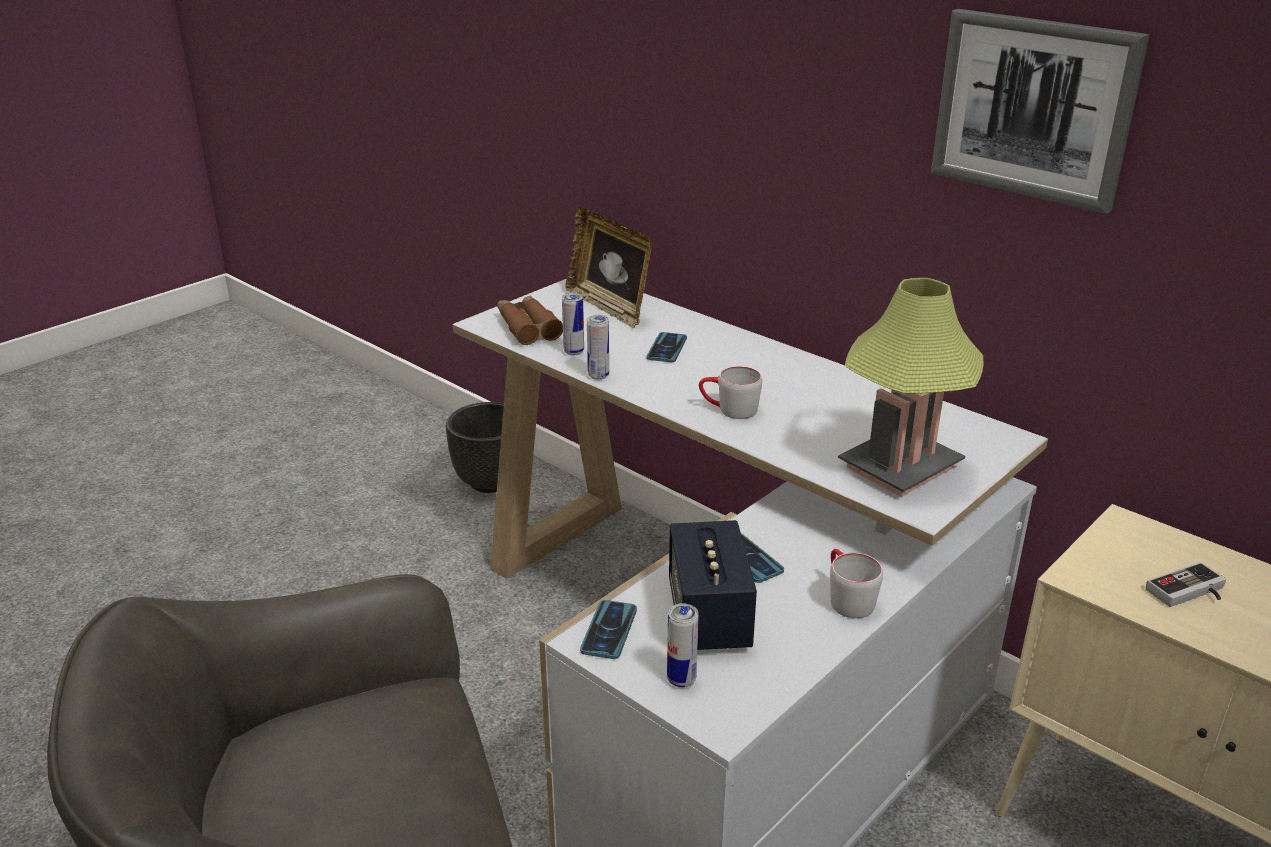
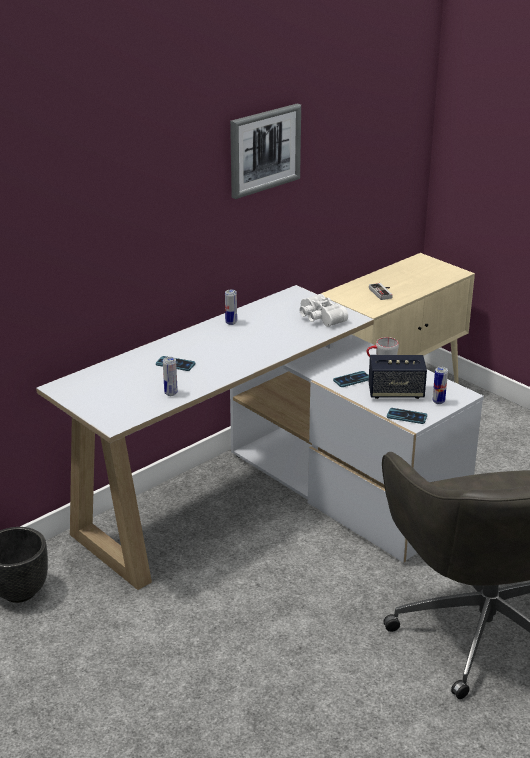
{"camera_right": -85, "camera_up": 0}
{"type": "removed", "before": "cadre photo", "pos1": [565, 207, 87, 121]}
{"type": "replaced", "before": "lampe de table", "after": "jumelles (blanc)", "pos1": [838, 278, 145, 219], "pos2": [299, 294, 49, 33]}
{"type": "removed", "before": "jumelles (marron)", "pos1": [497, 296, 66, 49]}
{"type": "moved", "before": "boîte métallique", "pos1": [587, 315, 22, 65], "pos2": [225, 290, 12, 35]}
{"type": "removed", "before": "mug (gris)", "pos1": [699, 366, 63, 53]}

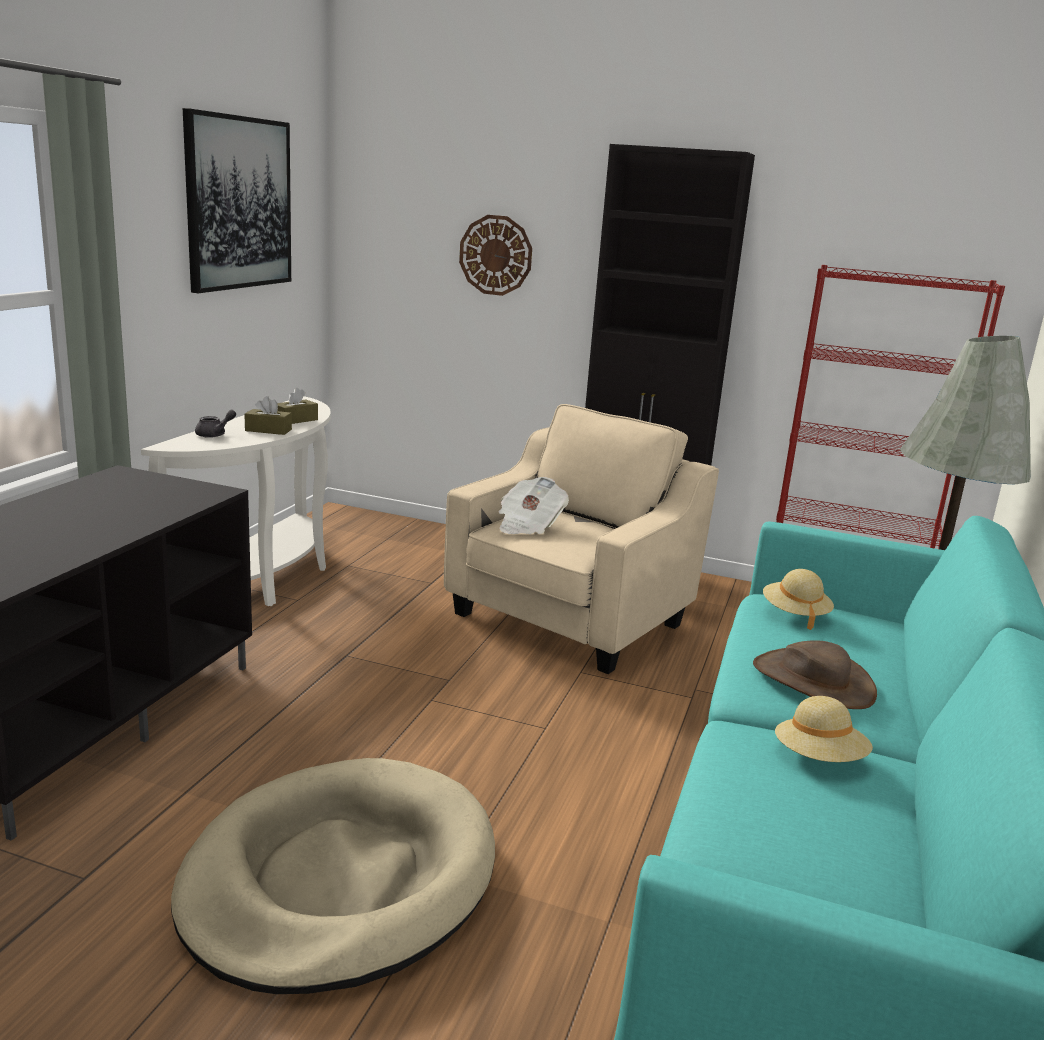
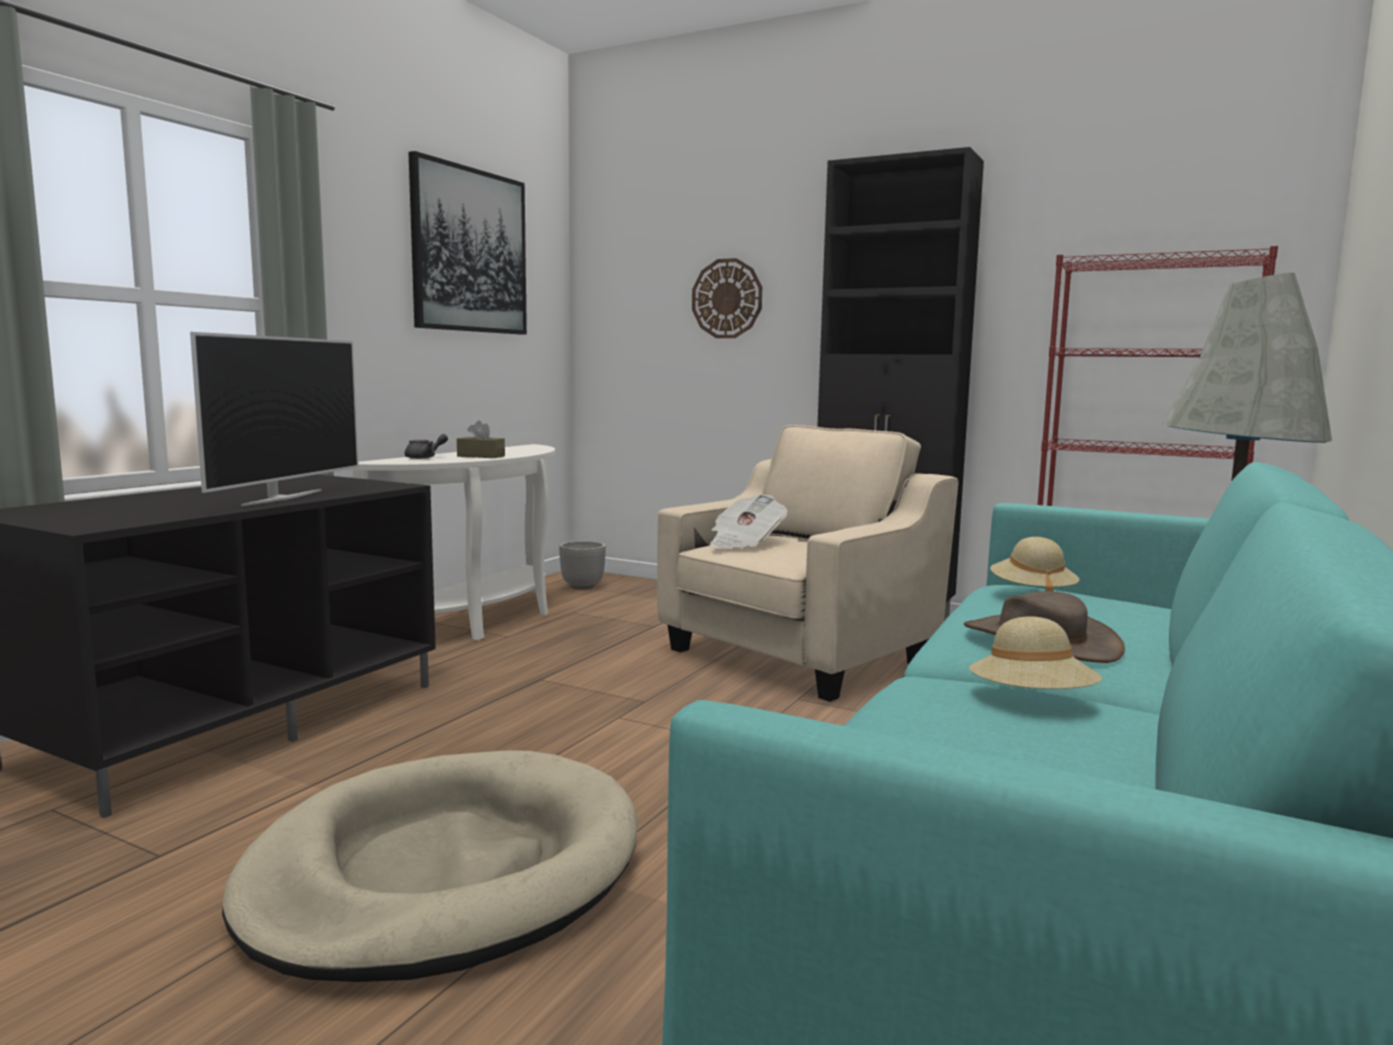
{"camera_right": 10, "camera_up": -10}
{"type": "removed", "before": "boîte à mouchoirs (marron)", "pos1": [277, 388, 41, 36]}
{"type": "added", "after": "téléviseur", "pos2": [190, 332, 169, 174]}
{"type": "added", "after": "cache-pot", "pos2": [559, 541, 47, 49]}

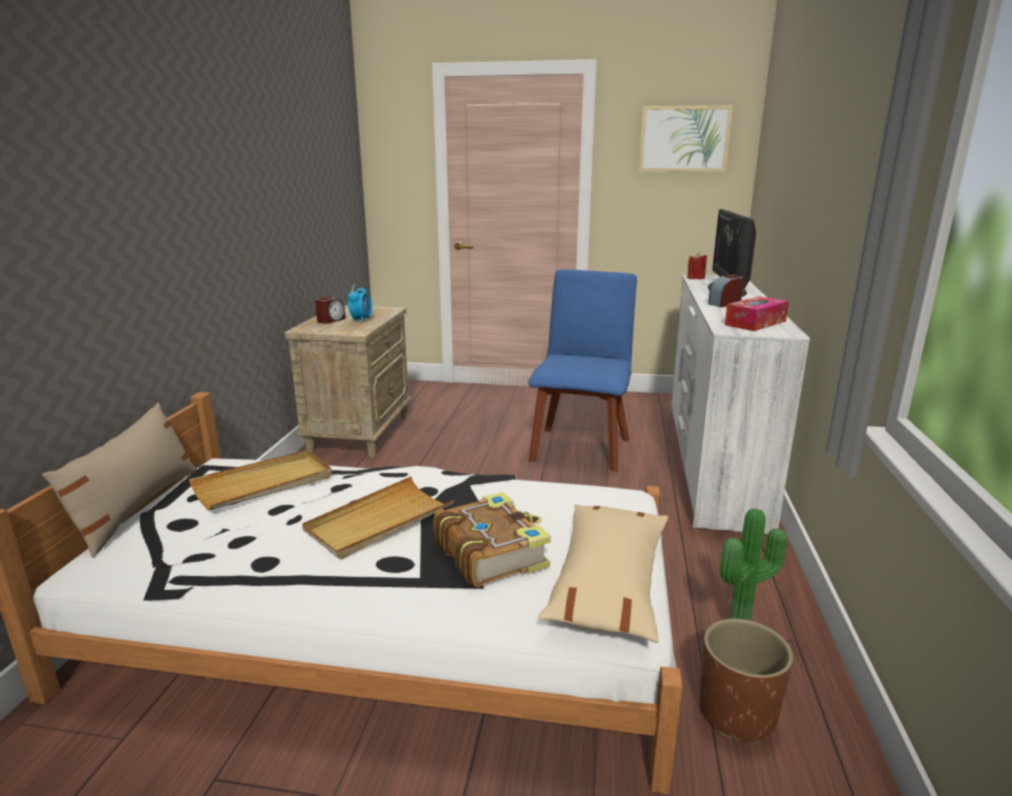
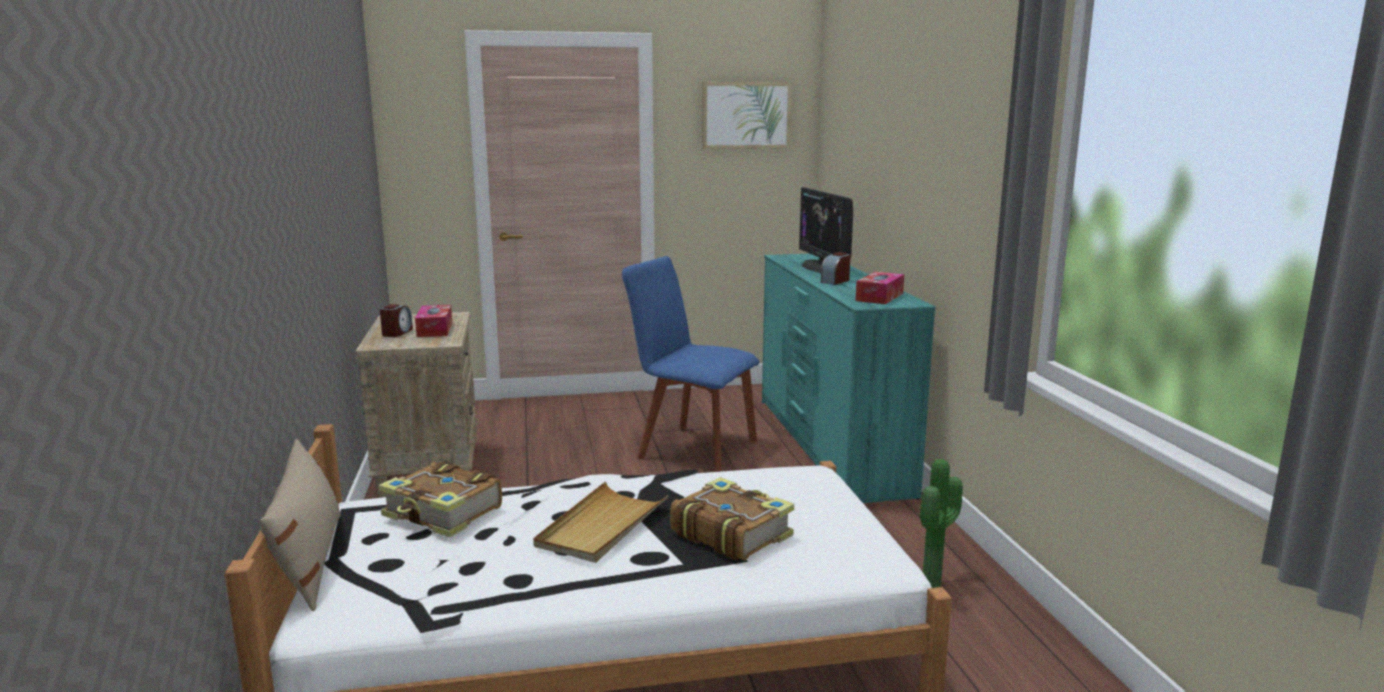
{"camera_right": -20, "camera_up": -5}
{"type": "removed", "before": "bougie (rouge)", "pos1": [687, 252, 20, 27]}
{"type": "turned", "before": "chaise (bleu)", "pos1": [528, 269, 109, 203], "pos2": [622, 256, 138, 216], "turn": -60}
{"type": "recoloured", "before": "commode (blanc)", "after": "commode (turquoise)", "pos1": [670, 275, 140, 259], "pos2": [762, 254, 174, 249]}
{"type": "replaced", "before": "réveil", "after": "boîte à mouchoirs", "pos1": [348, 284, 25, 39], "pos2": [415, 305, 37, 32]}
{"type": "replaced", "before": "plateau (beige)", "after": "livre", "pos1": [189, 450, 143, 60], "pos2": [378, 461, 124, 76]}
{"type": "removed", "before": "coussin (beige)", "pos1": [538, 504, 130, 139]}
{"type": "removed", "before": "cache-pot (marron)", "pos1": [700, 619, 93, 121]}

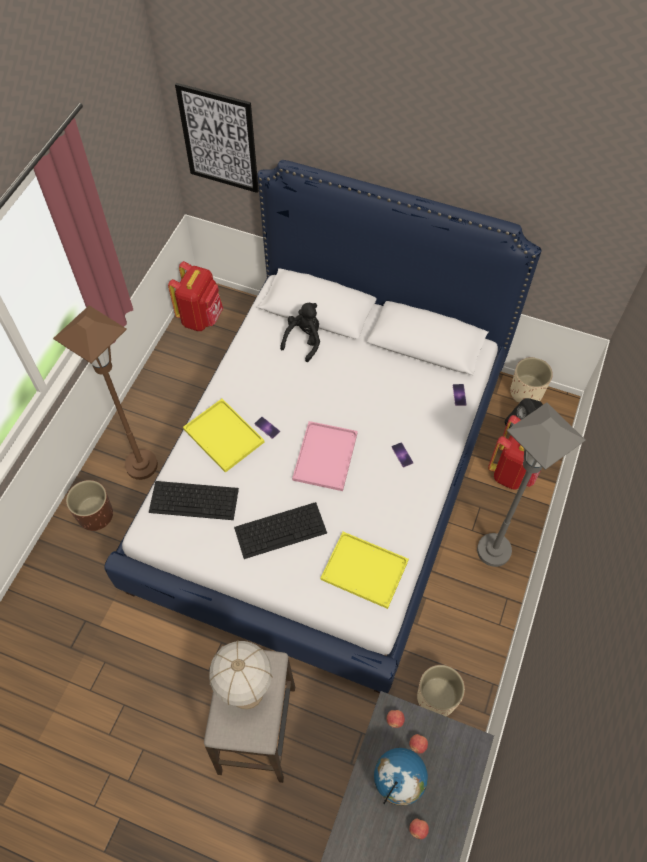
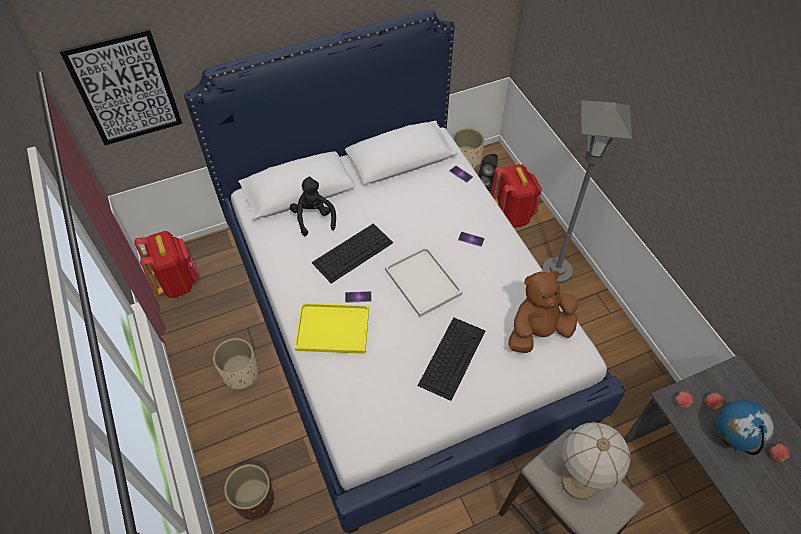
{"camera_right": -45, "camera_up": -5}
{"type": "removed", "before": "lampadaire (marron)", "pos1": [53, 305, 105, 175]}
{"type": "recoloured", "before": "plateau (rose)", "after": "plateau (blanc)", "pos1": [292, 421, 66, 70], "pos2": [385, 247, 78, 70]}
{"type": "moved", "before": "clavier", "pos1": [149, 481, 90, 39], "pos2": [312, 223, 81, 60]}
{"type": "replaced", "before": "plateau (jaune)", "after": "peluche (marron)", "pos1": [320, 532, 89, 77], "pos2": [508, 270, 71, 83]}
{"type": "moved", "before": "cache-pot (beige)", "pos1": [417, 665, 48, 51], "pos2": [213, 338, 45, 52]}

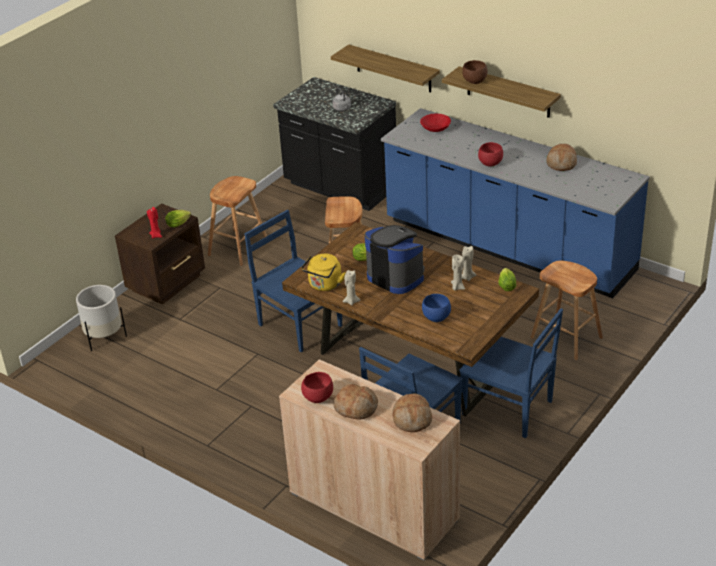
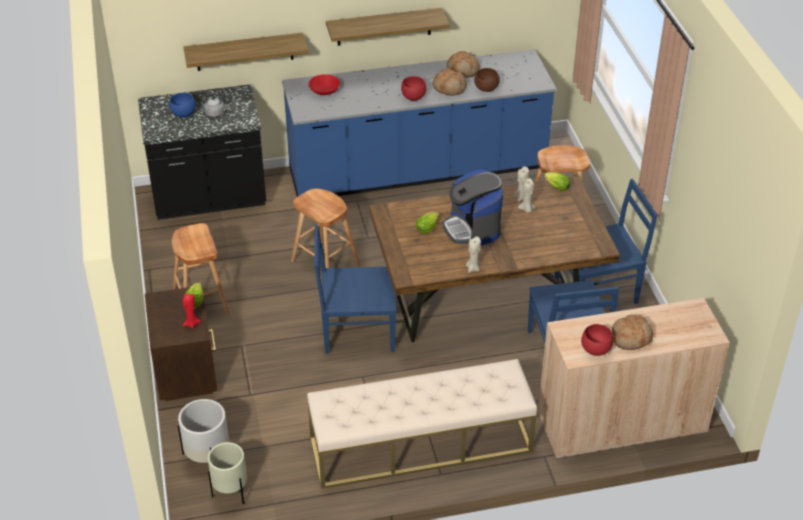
{"camera_right": -50, "camera_up": 5}
{"type": "moved", "before": "bol (marron)", "pos1": [462, 60, 25, 24], "pos2": [475, 68, 25, 24]}
{"type": "turned", "before": "machine à café", "pos1": [365, 225, 60, 69], "pos2": [442, 169, 61, 76], "turn": -105}
{"type": "removed", "before": "bouilloire (jaune)", "pos1": [301, 254, 44, 37]}
{"type": "moved", "before": "bol (bleu)", "pos1": [422, 294, 29, 28], "pos2": [169, 93, 27, 25]}
{"type": "moved", "before": "pain", "pos1": [392, 394, 40, 38], "pos2": [432, 68, 35, 28]}
{"type": "added", "after": "banc (beige)", "pos2": [307, 359, 230, 130]}
{"type": "added", "after": "cache-pot (beige)", "pos2": [208, 442, 39, 63]}

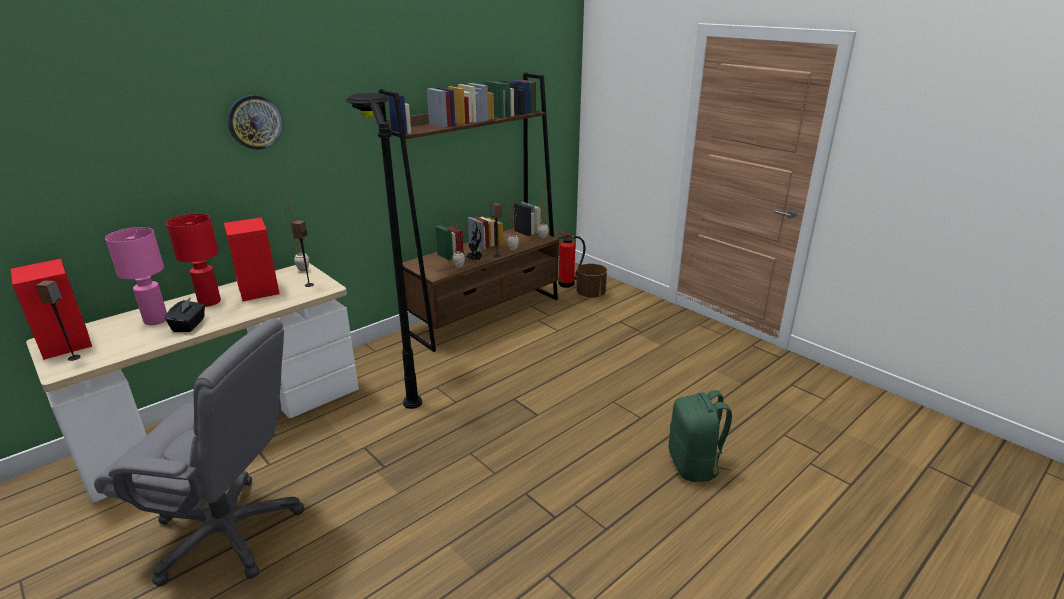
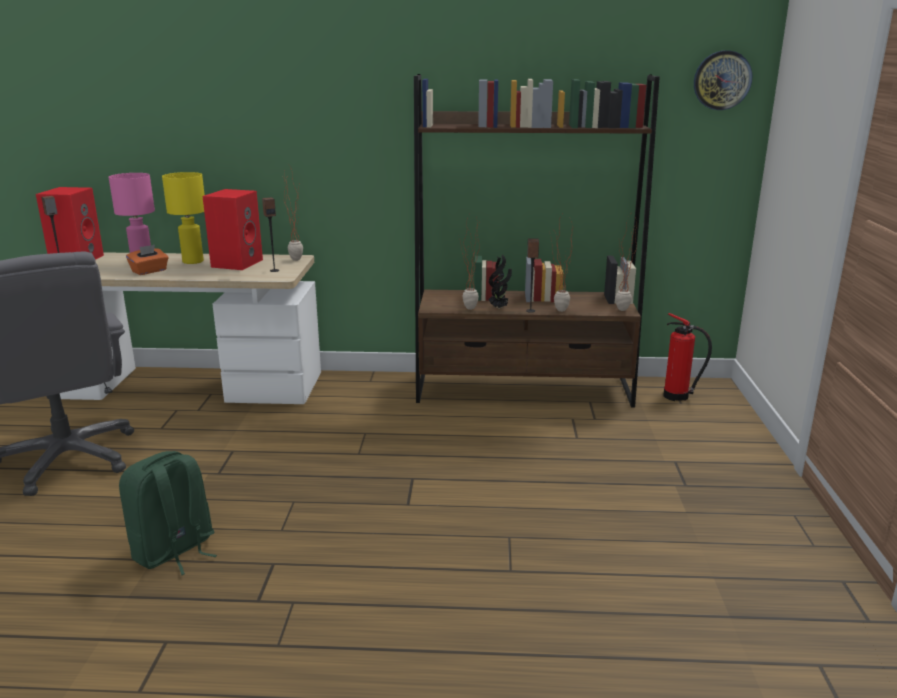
{"camera_right": 45, "camera_up": -5}
{"type": "removed", "before": "lampadaire (noir)", "pos1": [346, 93, 76, 316]}
{"type": "moved", "before": "horloge murale", "pos1": [227, 95, 56, 55], "pos2": [694, 51, 58, 59]}
{"type": "recoloured", "before": "lampe de table (rouge)", "after": "lampe de table (jaune)", "pos1": [166, 213, 55, 94], "pos2": [162, 172, 43, 92]}
{"type": "removed", "before": "cache-pot (marron)", "pos1": [576, 264, 31, 34]}
{"type": "recoloured", "before": "boîte à mouchoirs (noir)", "after": "boîte à mouchoirs (orange)", "pos1": [165, 297, 40, 35], "pos2": [126, 245, 43, 30]}
{"type": "moved", "before": "sac à dos (vert)", "pos1": [669, 390, 63, 92], "pos2": [119, 451, 98, 124]}

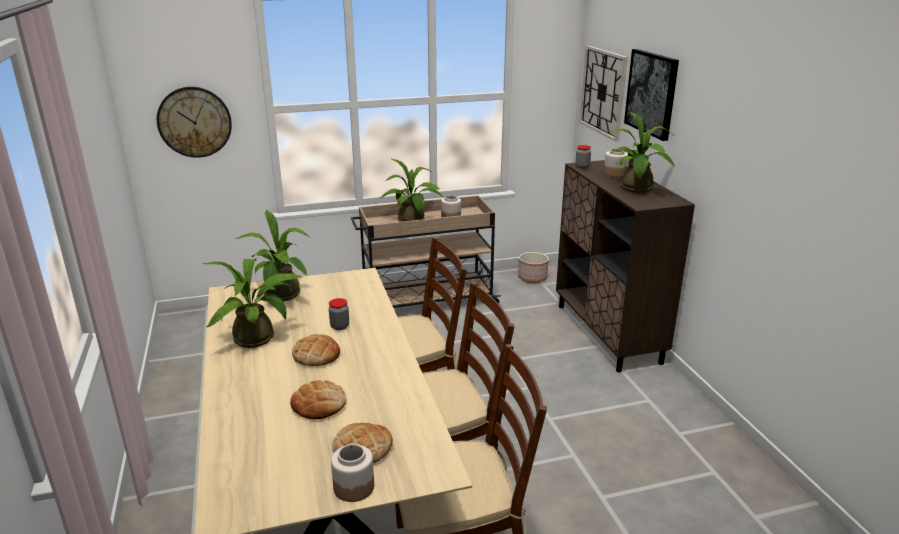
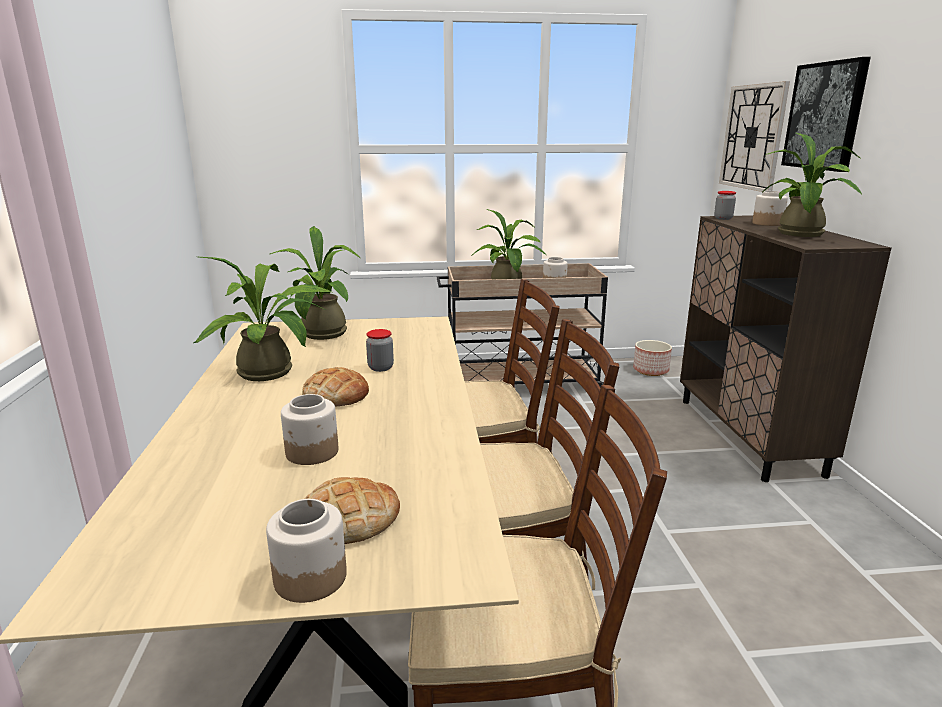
{"camera_right": 10, "camera_up": -5}
{"type": "removed", "before": "horloge murale", "pos1": [157, 87, 75, 71]}
{"type": "replaced", "before": "pain", "after": "bocal", "pos1": [290, 380, 57, 39], "pos2": [281, 394, 57, 71]}

